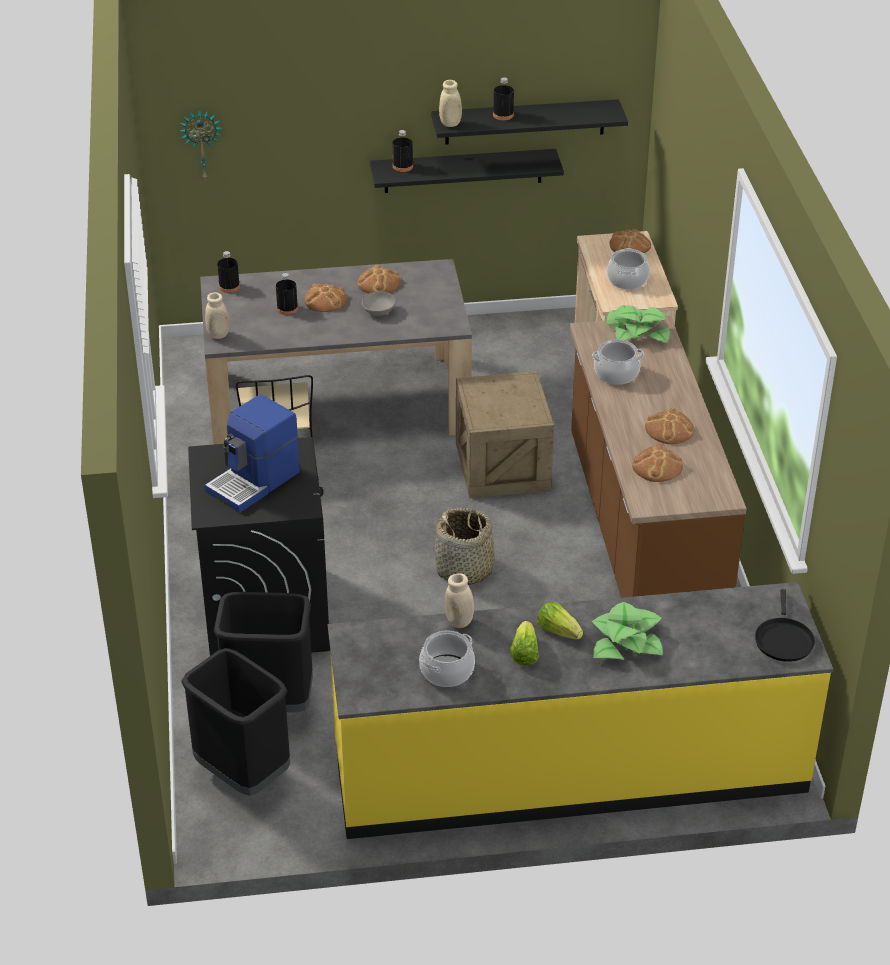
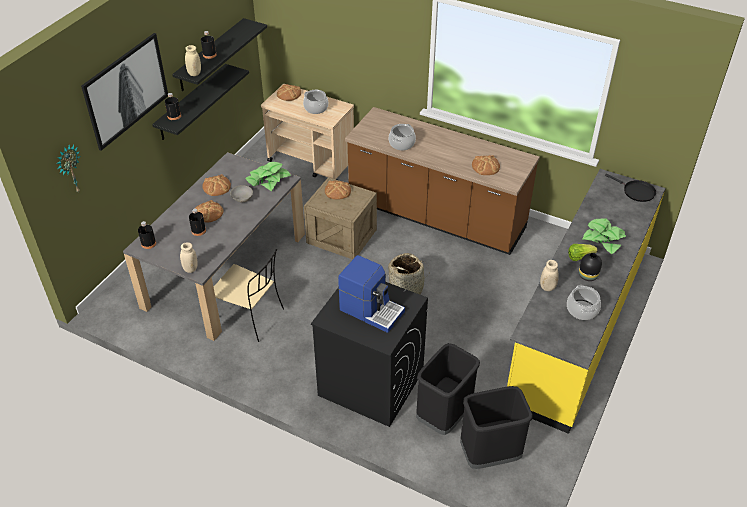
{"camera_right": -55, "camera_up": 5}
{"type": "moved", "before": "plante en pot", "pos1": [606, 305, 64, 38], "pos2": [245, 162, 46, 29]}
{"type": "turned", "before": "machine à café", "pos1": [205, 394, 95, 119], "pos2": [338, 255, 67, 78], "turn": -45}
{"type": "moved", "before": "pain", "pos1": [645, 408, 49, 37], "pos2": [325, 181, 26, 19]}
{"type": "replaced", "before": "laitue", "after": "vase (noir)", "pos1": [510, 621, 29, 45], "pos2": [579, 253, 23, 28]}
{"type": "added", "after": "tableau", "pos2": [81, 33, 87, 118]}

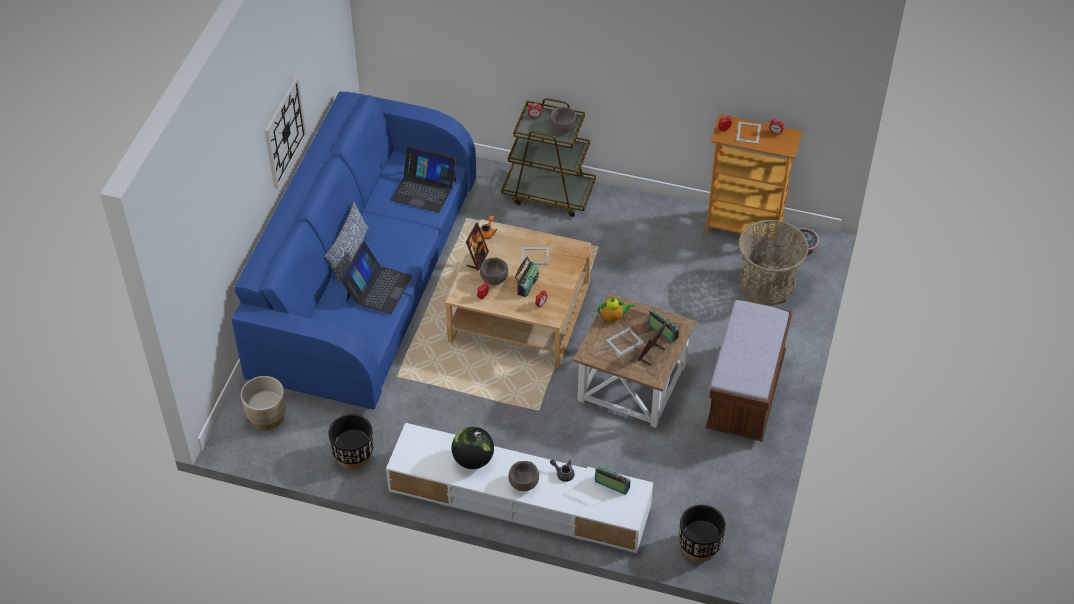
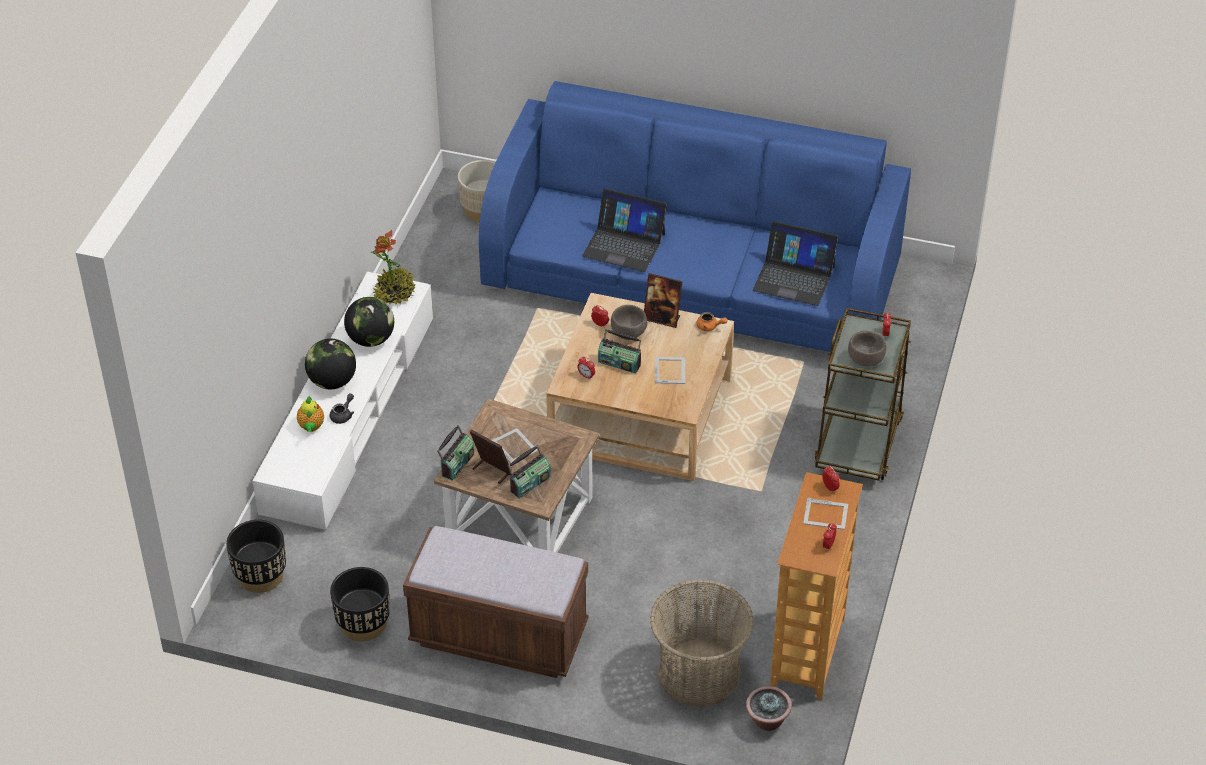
{"camera_right": 90, "camera_up": -5}
{"type": "removed", "before": "horloge murale", "pos1": [265, 77, 42, 112]}
{"type": "turned", "before": "ordinateur portable", "pos1": [391, 146, 65, 67], "pos2": [753, 221, 85, 85], "turn": -90}
{"type": "removed", "before": "coussin", "pos1": [324, 202, 45, 82]}
{"type": "moved", "before": "théière", "pos1": [597, 297, 38, 25], "pos2": [297, 396, 27, 36]}
{"type": "moved", "before": "cache-pot (noir)", "pos1": [328, 414, 45, 55], "pos2": [330, 567, 60, 75]}
{"type": "replaced", "before": "bol (marron)", "after": "globe", "pos1": [508, 461, 31, 30], "pos2": [305, 339, 51, 50]}
{"type": "moved", "before": "radio", "pos1": [595, 467, 36, 28], "pos2": [437, 425, 37, 56]}
{"type": "added", "after": "plante en pot", "pos2": [371, 230, 45, 75]}

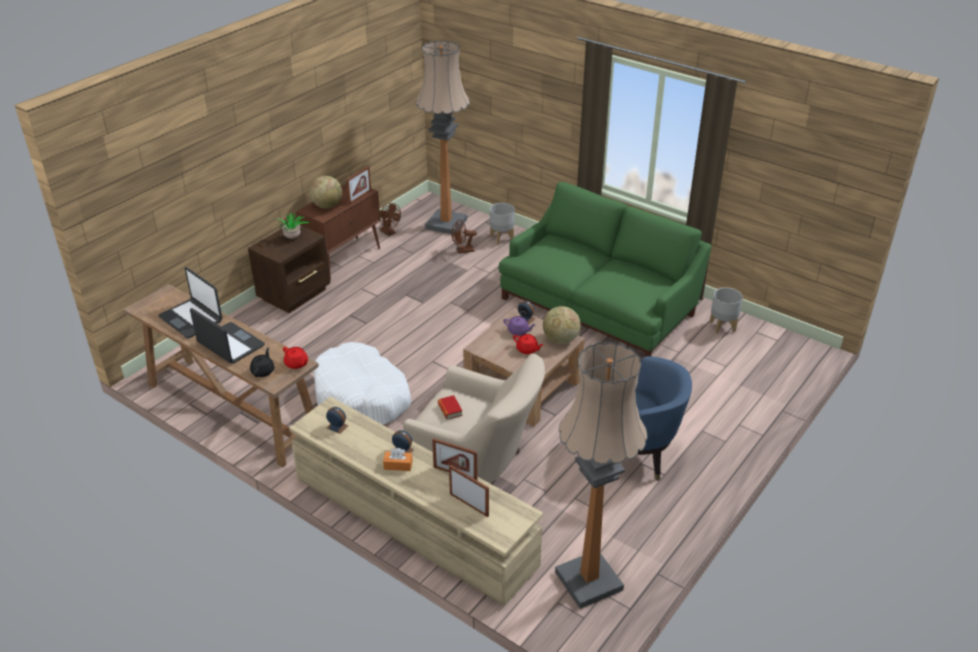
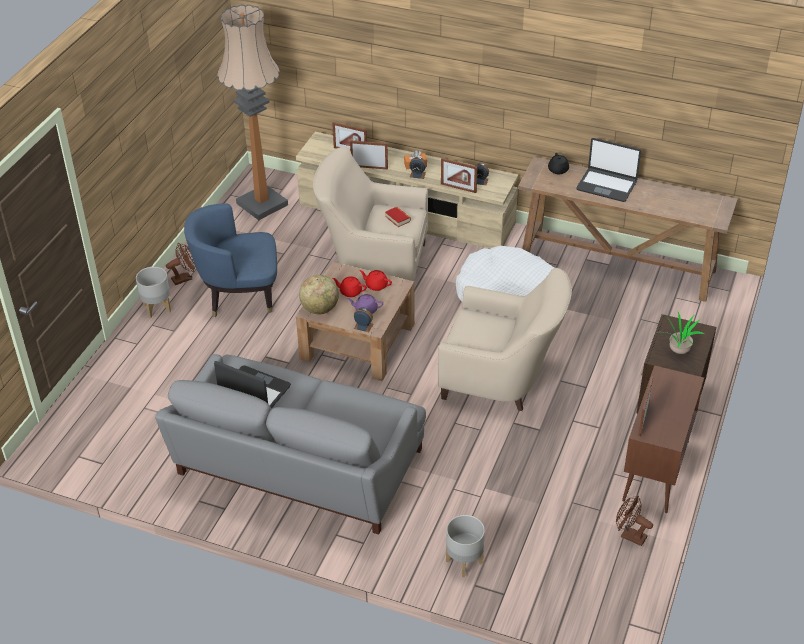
{"camera_right": 165, "camera_up": 5}
{"type": "removed", "before": "lampadaire", "pos1": [416, 40, 54, 194]}
{"type": "removed", "before": "globe", "pos1": [309, 176, 33, 33]}
{"type": "recoloured", "before": "canapé (vert)", "after": "canapé (gris)", "pos1": [499, 182, 212, 175], "pos2": [155, 354, 271, 181]}
{"type": "moved", "before": "ventilateur (marron)", "pos1": [452, 219, 25, 35], "pos2": [166, 243, 29, 42]}
{"type": "moved", "before": "ordinateur portable", "pos1": [158, 267, 65, 71], "pos2": [214, 361, 77, 48]}
{"type": "moved", "before": "cache-pot (gris)", "pos1": [710, 287, 33, 47], "pos2": [136, 267, 35, 51]}
{"type": "moved", "before": "théière (rouge)", "pos1": [283, 347, 26, 22], "pos2": [359, 270, 33, 21]}
{"type": "added", "after": "cadre photo", "pos2": [441, 158, 36, 35]}
{"type": "added", "after": "fauteuil (beige)", "pos2": [438, 268, 134, 143]}

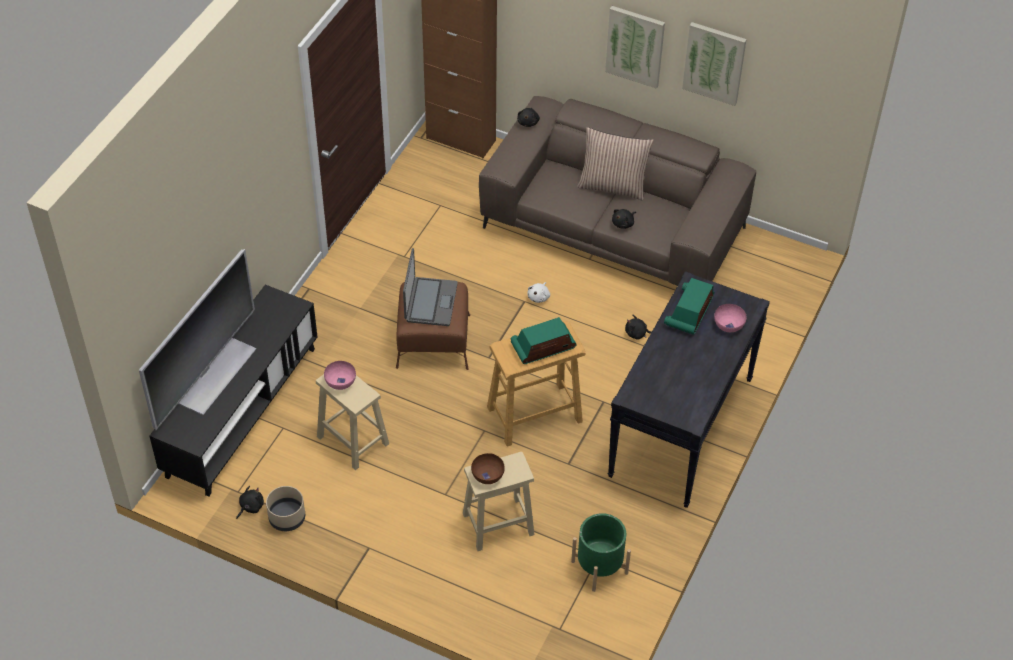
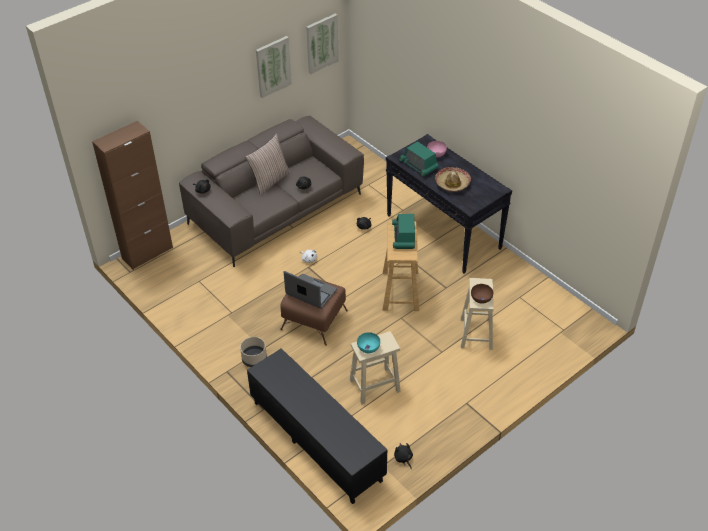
{"camera_right": -65, "camera_up": -5}
{"type": "moved", "before": "tableau", "pos1": [605, 6, 60, 83], "pos2": [306, 14, 33, 60]}
{"type": "removed", "before": "téléviseur", "pos1": [139, 249, 117, 181]}
{"type": "recoloured", "before": "bol (rose)", "after": "bol (turquoise)", "pos1": [324, 361, 32, 29], "pos2": [357, 332, 23, 21]}
{"type": "moved", "before": "cache-pot (beige)", "pos1": [266, 486, 39, 45], "pos2": [240, 337, 27, 30]}
{"type": "removed", "before": "cache-pot (vert)", "pos1": [571, 513, 60, 79]}
{"type": "added", "after": "chapeau", "pos2": [435, 167, 36, 25]}

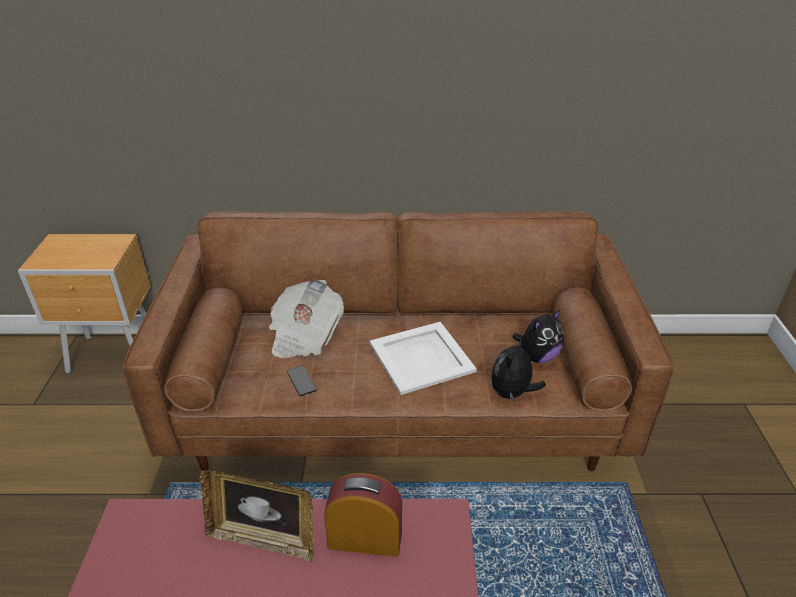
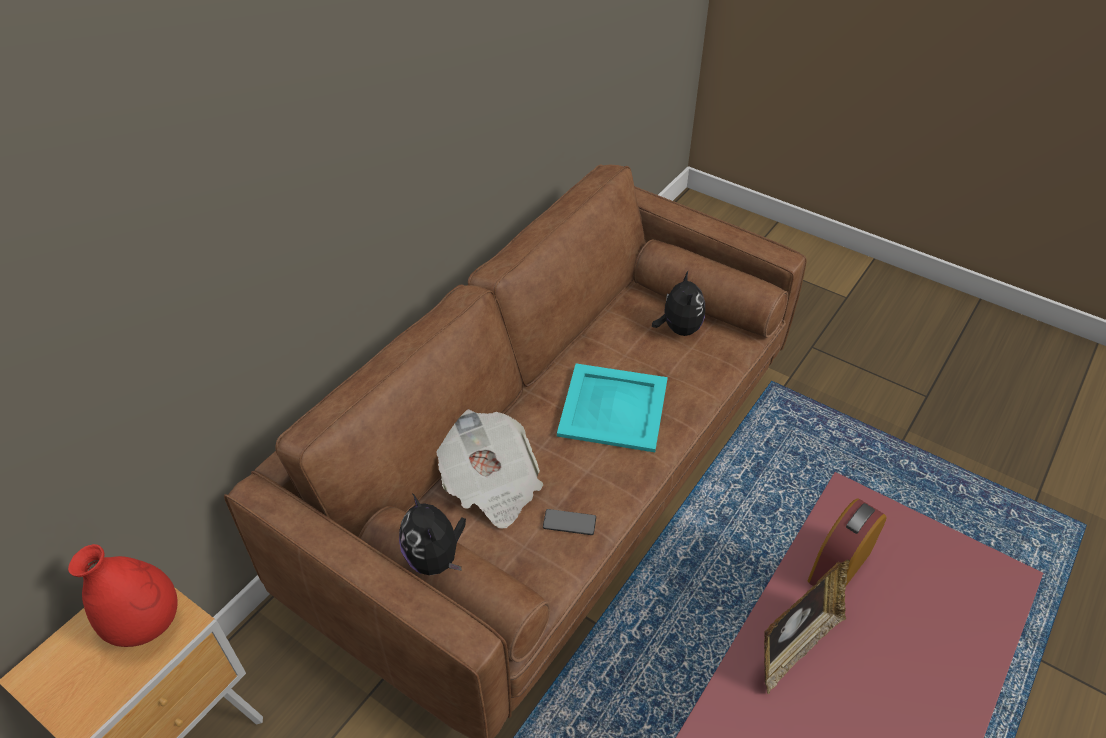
{"camera_right": -55, "camera_up": 10}
{"type": "recoloured", "before": "plateau (blanc)", "after": "plateau (turquoise)", "pos1": [370, 322, 107, 73], "pos2": [557, 363, 111, 89]}
{"type": "moved", "before": "peluche", "pos1": [491, 337, 55, 66], "pos2": [399, 493, 67, 82]}
{"type": "added", "after": "vase (rouge)", "pos2": [68, 544, 110, 103]}

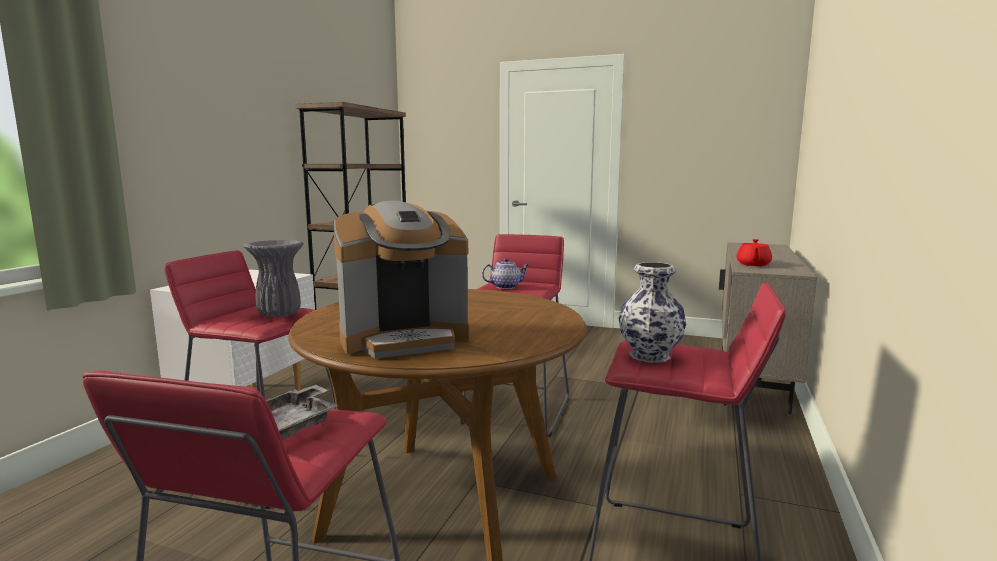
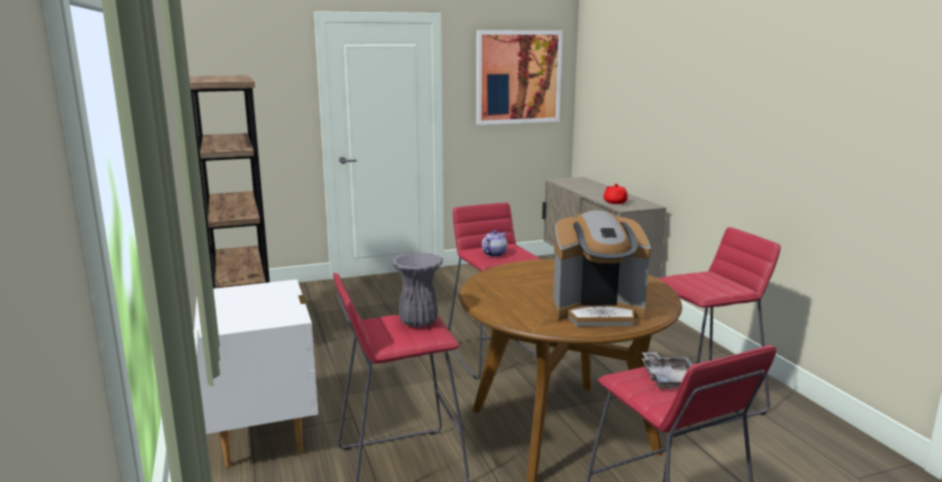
{"camera_right": -40, "camera_up": 5}
{"type": "turned", "before": "machine à café", "pos1": [333, 201, 136, 158], "pos2": [552, 210, 99, 116], "turn": 60}
{"type": "removed", "before": "vase", "pos1": [619, 262, 67, 101]}
{"type": "added", "after": "tableau", "pos2": [476, 30, 87, 95]}

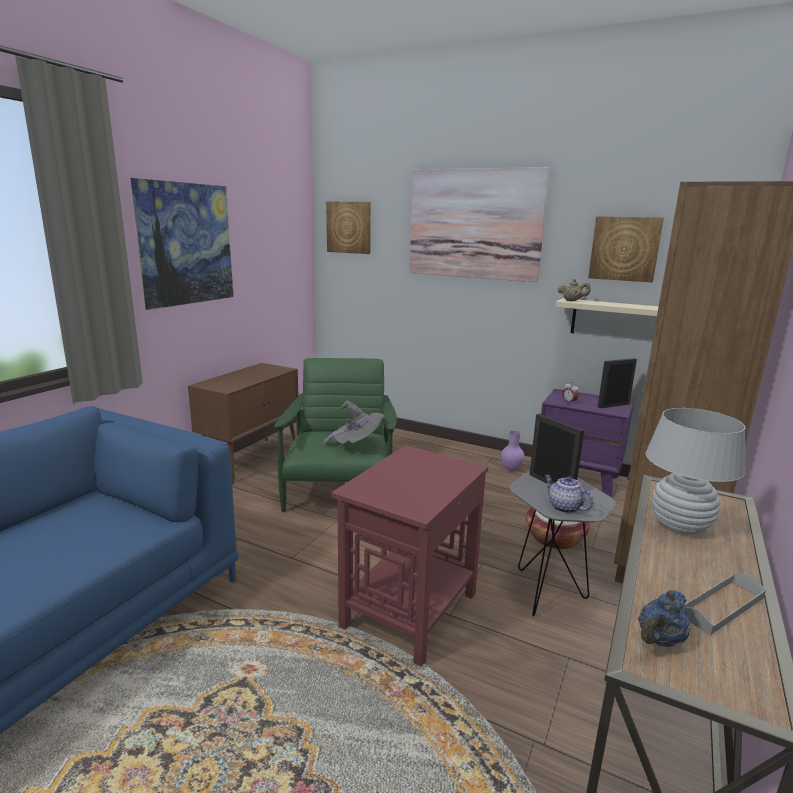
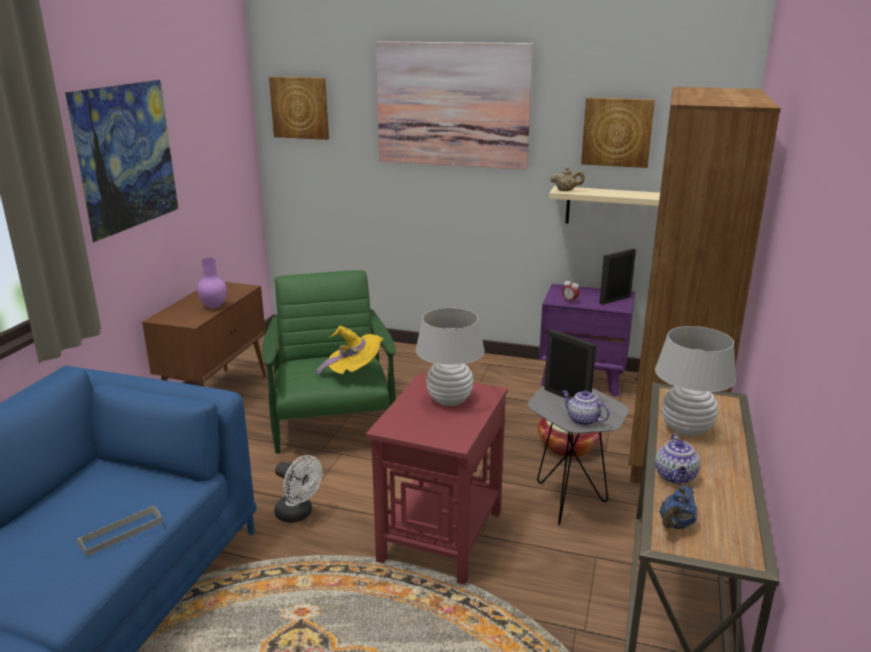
{"camera_right": -10, "camera_up": 5}
{"type": "recoloured", "before": "chapeau (gris)", "after": "chapeau (jaune)", "pos1": [322, 400, 63, 47], "pos2": [315, 326, 68, 52]}
{"type": "moved", "before": "vase (violet)", "pos1": [501, 431, 23, 40], "pos2": [197, 257, 30, 52]}
{"type": "moved", "before": "plateau (gris)", "pos1": [685, 573, 81, 62], "pos2": [77, 506, 85, 50]}
{"type": "added", "after": "lampe de table (blanc)", "pos2": [416, 308, 69, 98]}
{"type": "added", "after": "théière", "pos2": [655, 433, 45, 51]}
{"type": "added", "after": "ventilateur (blanc)", "pos2": [274, 455, 48, 68]}

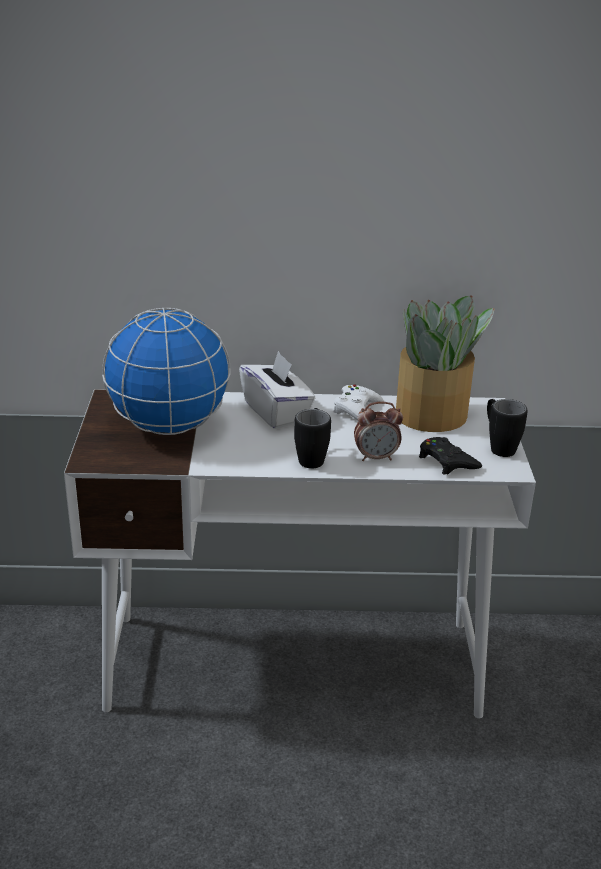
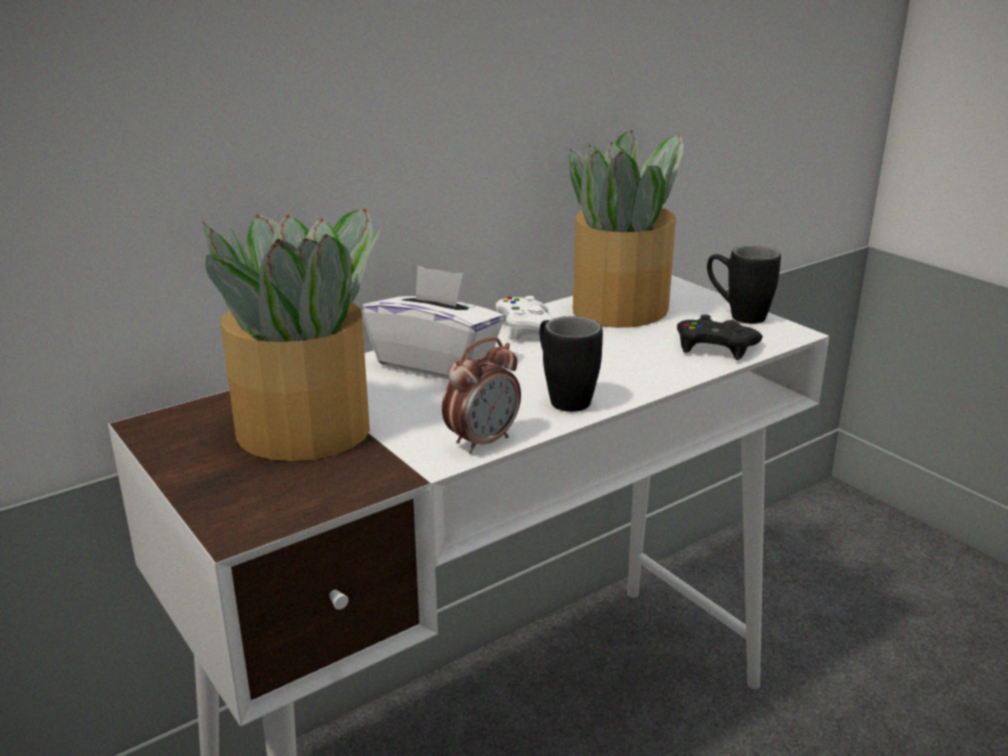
{"camera_right": -35, "camera_up": -5}
{"type": "replaced", "before": "globe", "after": "plante en pot", "pos1": [102, 308, 129, 127], "pos2": [203, 208, 178, 253]}
{"type": "moved", "before": "réveil", "pos1": [354, 402, 49, 59], "pos2": [442, 337, 79, 117]}

